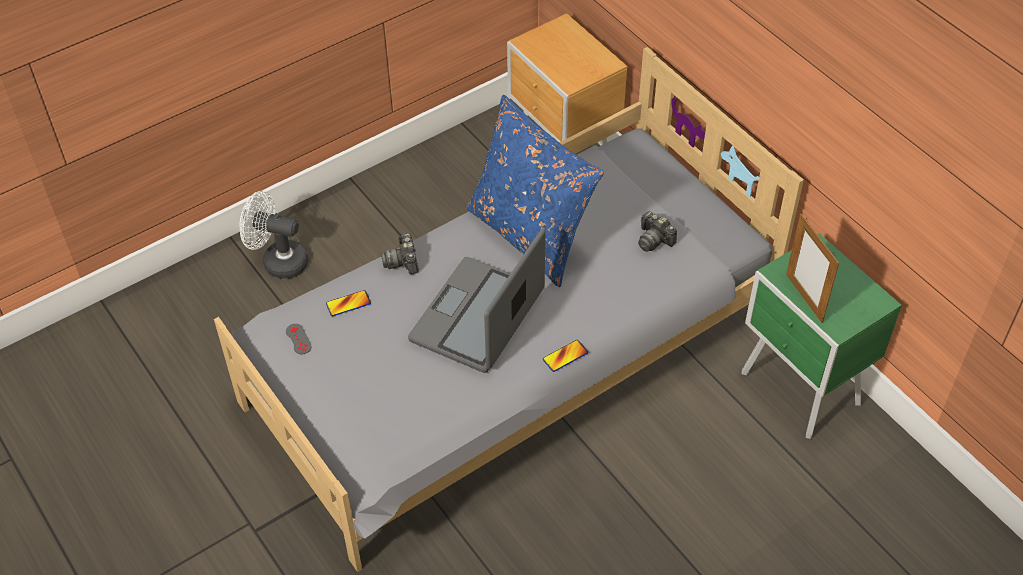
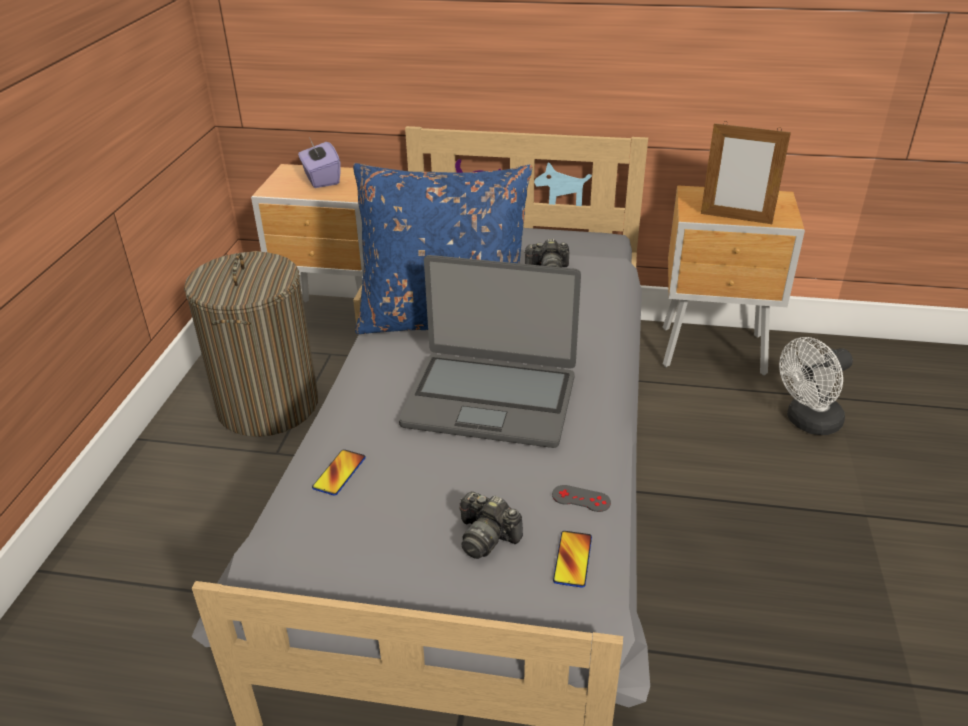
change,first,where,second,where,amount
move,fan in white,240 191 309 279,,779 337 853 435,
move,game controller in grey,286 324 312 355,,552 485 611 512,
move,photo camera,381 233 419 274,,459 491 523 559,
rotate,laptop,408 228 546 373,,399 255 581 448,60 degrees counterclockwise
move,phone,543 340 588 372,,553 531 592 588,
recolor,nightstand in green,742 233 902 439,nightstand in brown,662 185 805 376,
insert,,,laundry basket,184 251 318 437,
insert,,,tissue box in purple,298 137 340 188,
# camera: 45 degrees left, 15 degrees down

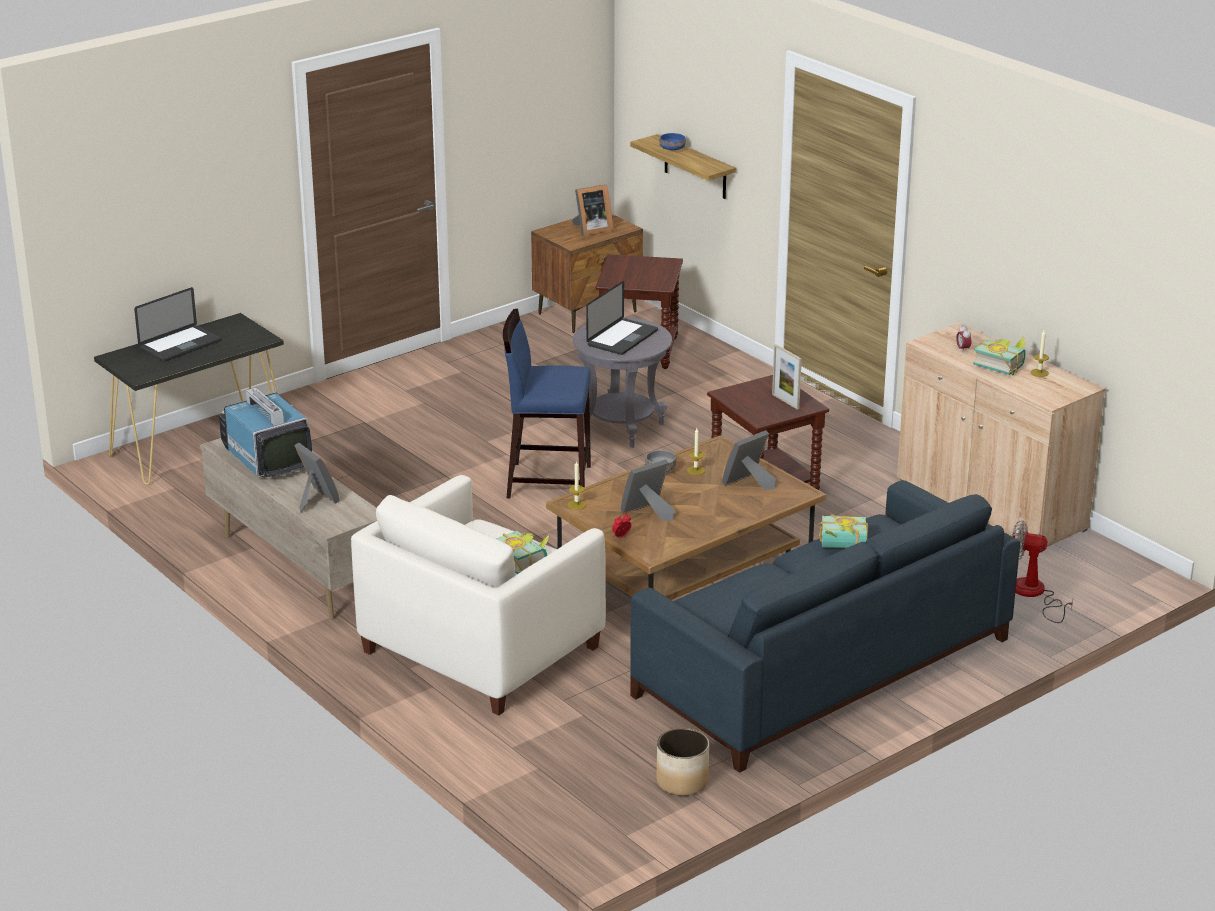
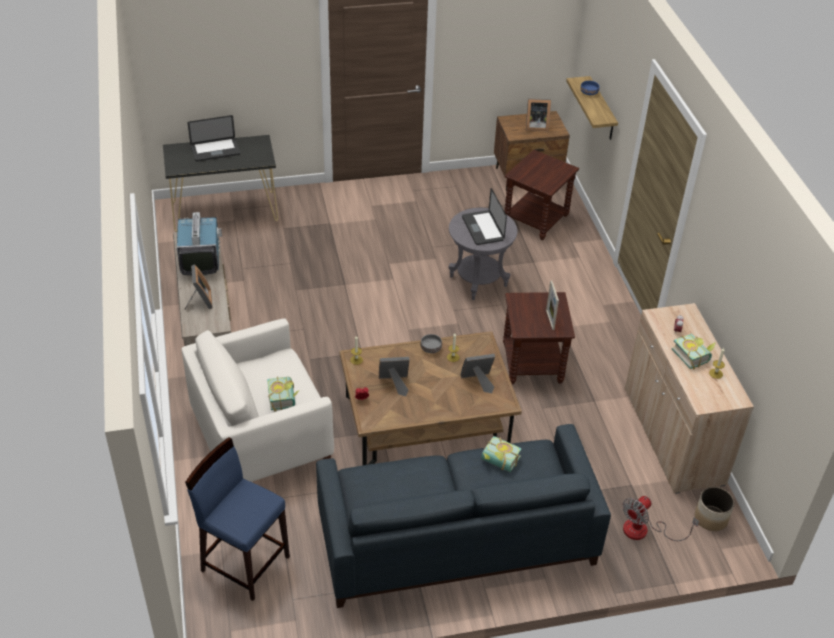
change,first,where,second,where,amount
move,stool in blue,503 309 591 498,,185 437 290 601,
rotate,laptop,586 281 658 355,,462 188 507 245,105 degrees clockwise
move,planter,656 728 709 796,,695 487 734 531,
rotate,fan,1012 520 1074 623,,622 496 699 541,90 degrees counterclockwise
# camera: 25 degrees right, 15 degrees up

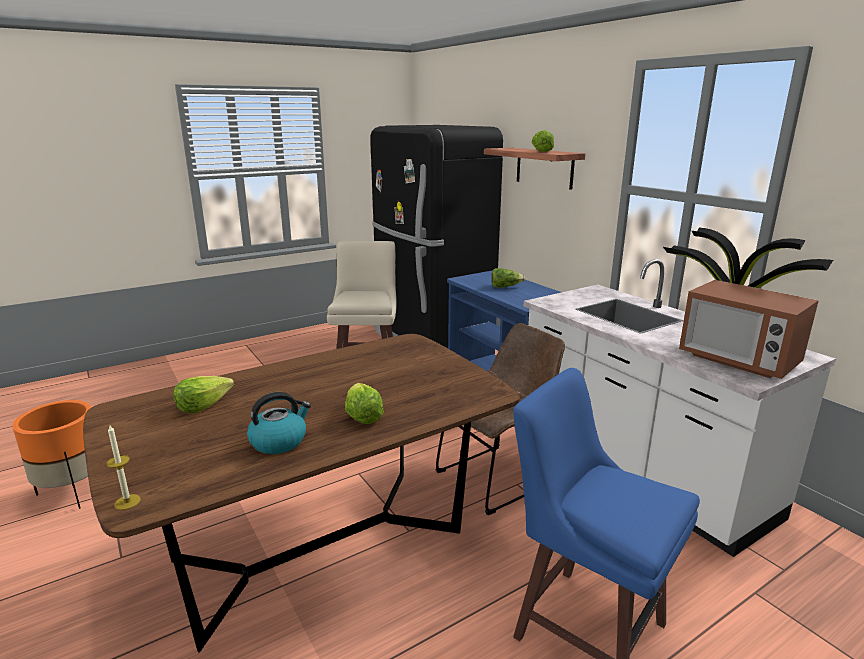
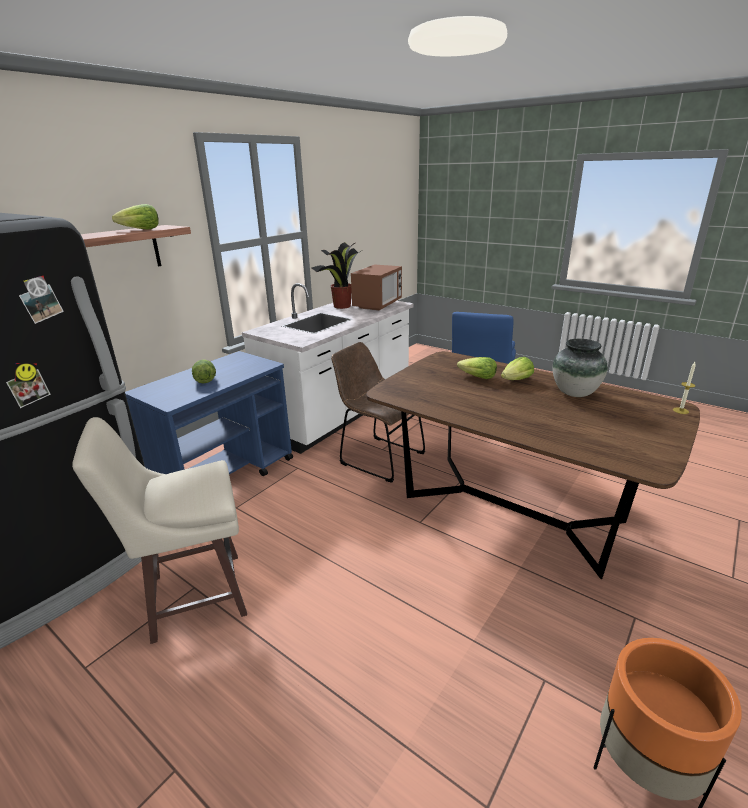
change,first,where,second,where,amount
move,lettuce,174 376 234 413,,457 357 497 379,
replace,kettle,247 392 311 454,vase,552 339 608 397,
# camera: 110 degrees left, 5 degrees up

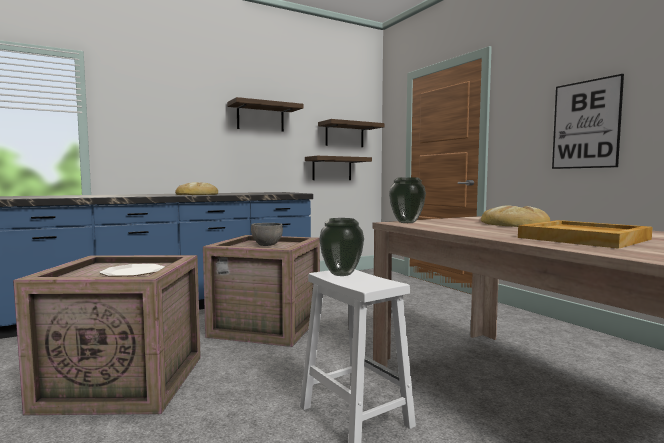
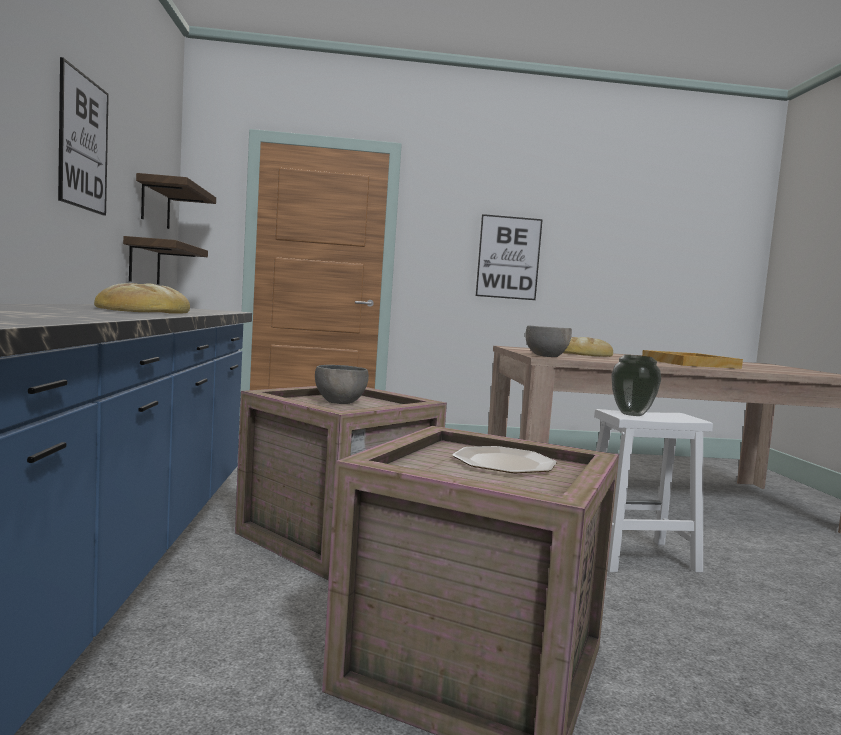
change,first,where,second,where,amount
replace,shelf,227 97 303 132,picture,58 57 109 216,
replace,vase,389 177 426 223,bowl in grey,525 325 572 357,
# camera: 65 degrees left, 0 degrees up

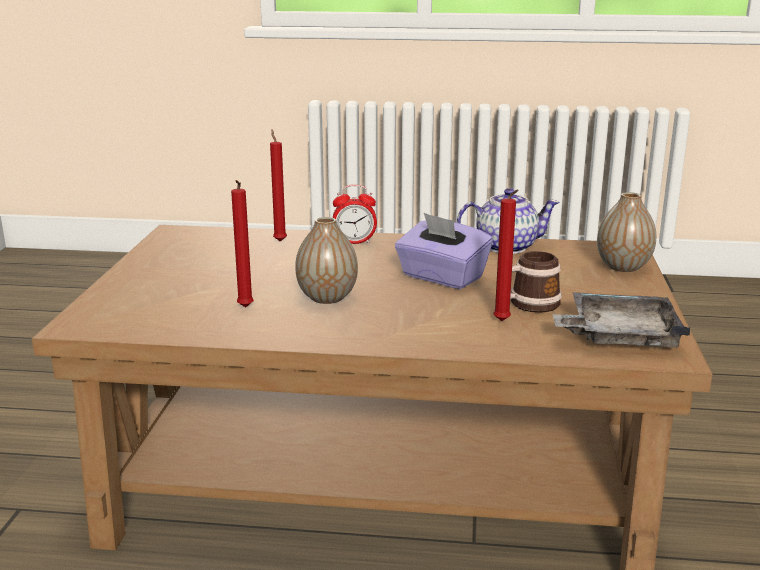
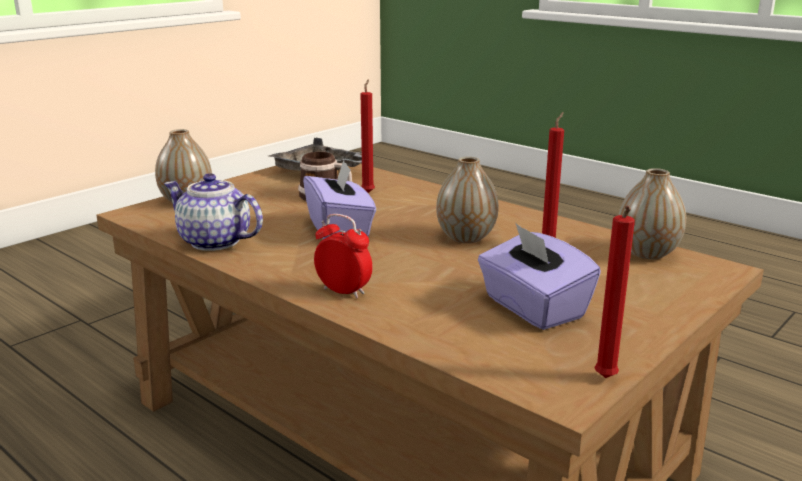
change,first,where,second,where,amount
move,candle in red,270 129 287 242,,594 205 635 378,
insert,,,tissue box in purple,478 223 601 330,
insert,,,vase,619 168 686 259,
# camera: 145 degrees left, 0 degrees up

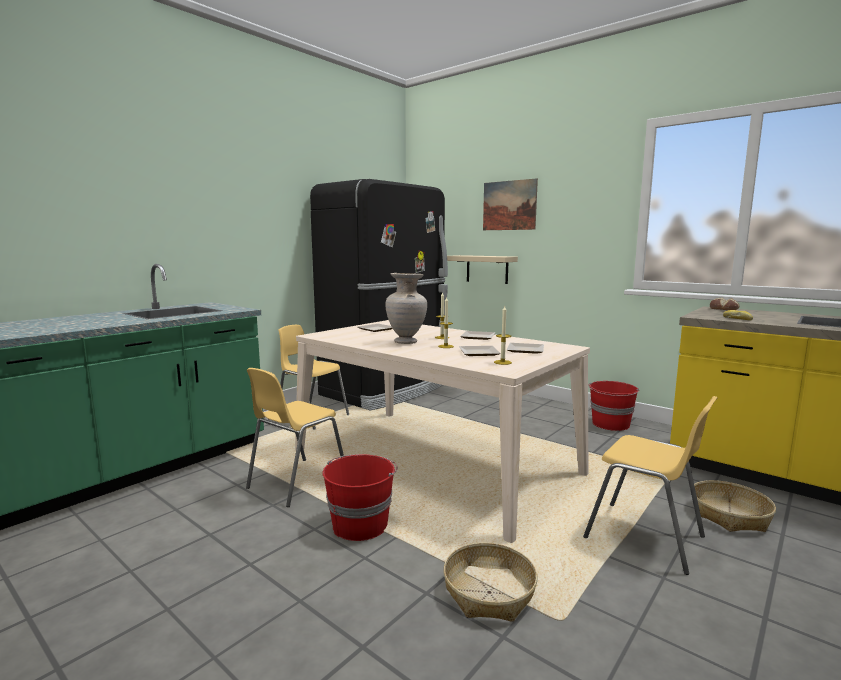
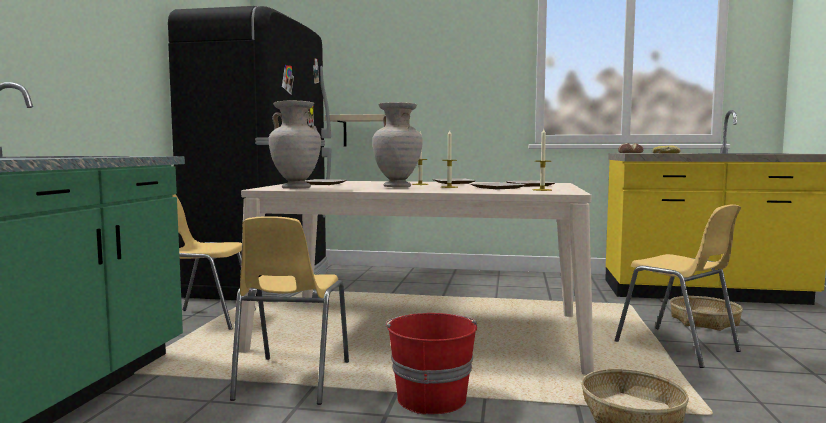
change,first,where,second,where,amount
delete,picture,483 178 538 230,,,
rotate,chair in yellow,583 396 718 575,,615 204 741 368,45 degrees clockwise
delete,bucket in red,588 381 639 431,,,
insert,,,vase in beige,269 101 321 188,
# camera: 30 degrees left, 5 degrees down

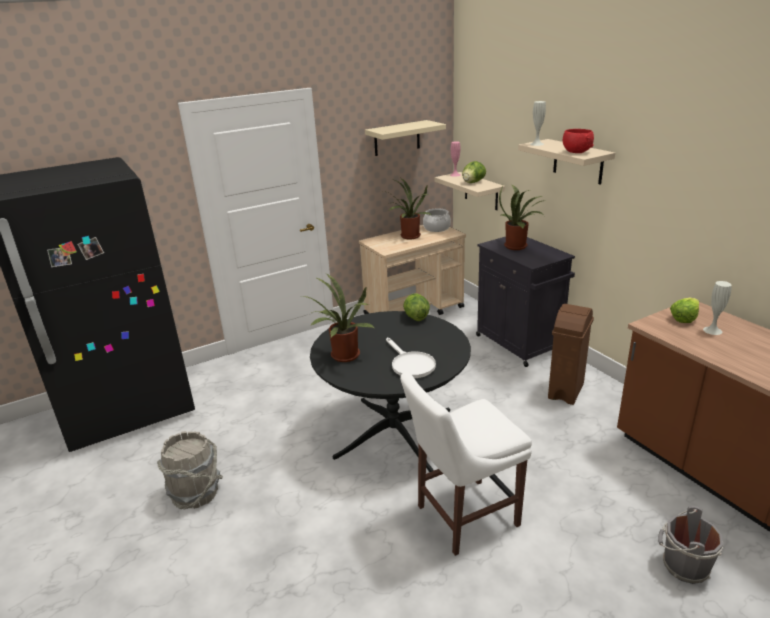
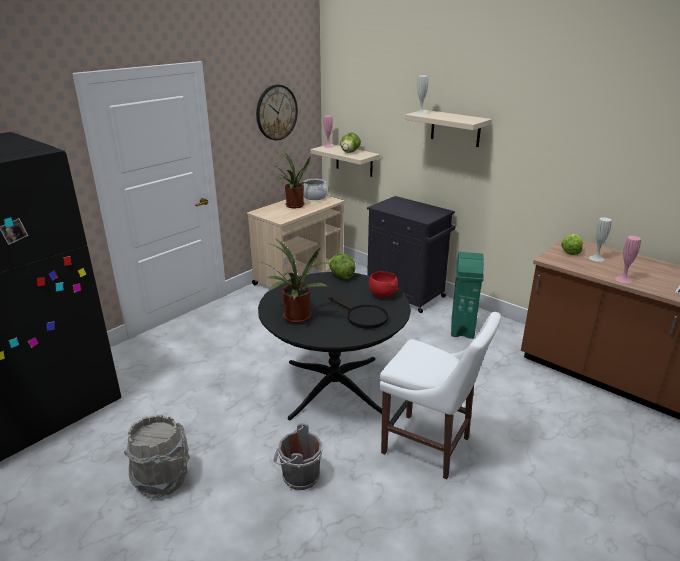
change,first,where,second,where,amount
replace,shelf in beige,365 120 446 156,wall clock,256 85 298 140,
recolor,frying pan in white,386 337 436 378,frying pan in black,328 296 388 329,
rotate,chair in white,400 372 532 556,,380 312 501 479,105 degrees counterclockwise
delete,potted plant,499 184 544 250,,,
recolor,trash can in brown,548 304 594 405,trash can in green,451 252 484 339,
move,bowl in red,563 129 594 153,,369 271 398 298,
move,bucket in grey,658 506 723 584,,274 423 323 490,
insert,,,vase in pink,615 236 641 283,
# camera: 20 degrees left, 0 degrees up

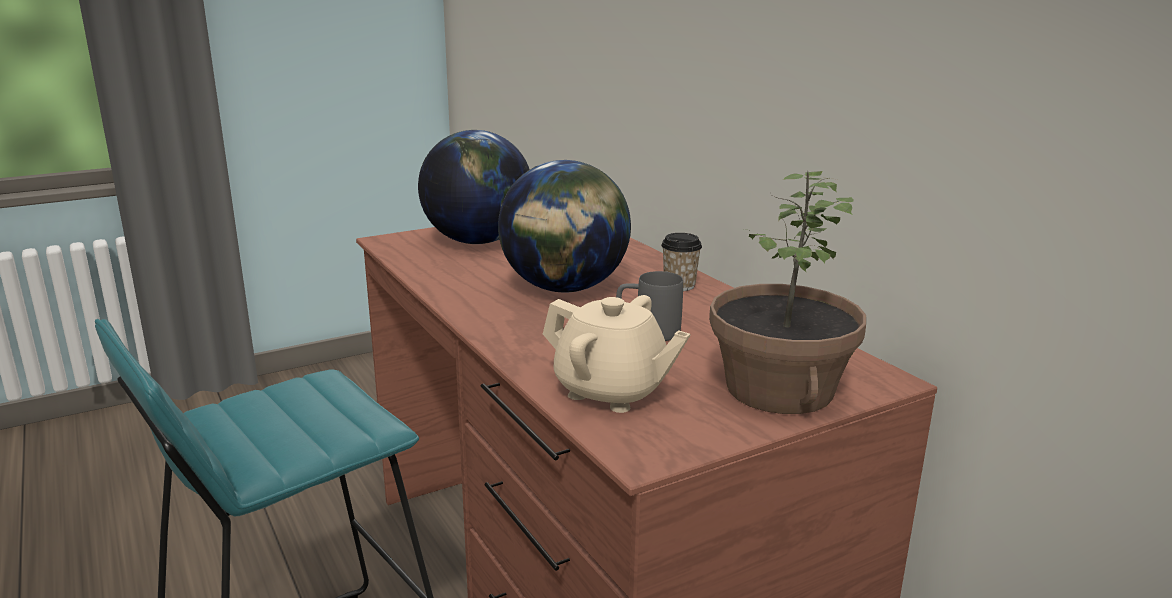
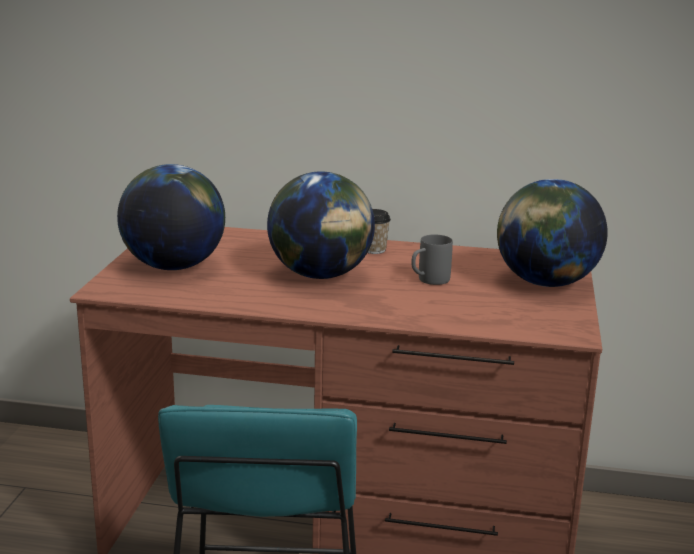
change,first,where,second,where,amount
delete,teapot in beige,543 295 690 413,,,
replace,potted plant,709 171 866 414,globe,497 179 608 287,
# camera: 50 degrees left, 0 degrees up

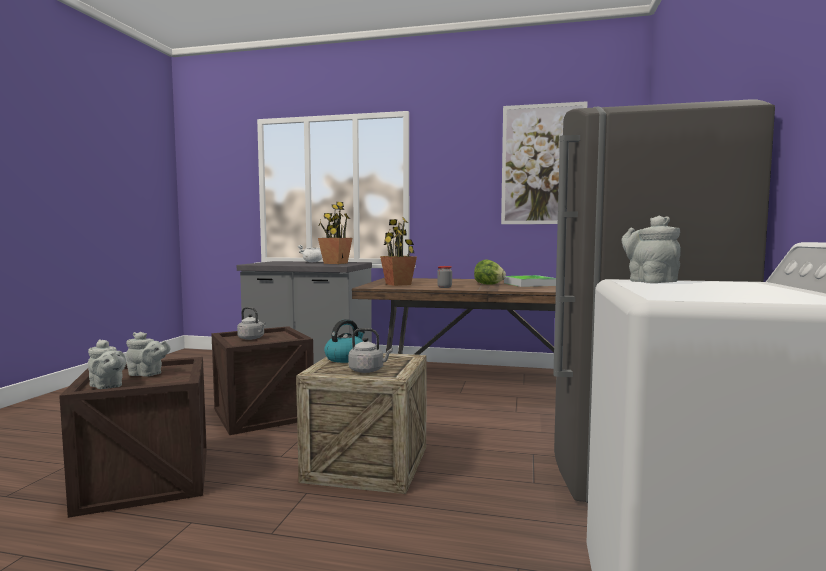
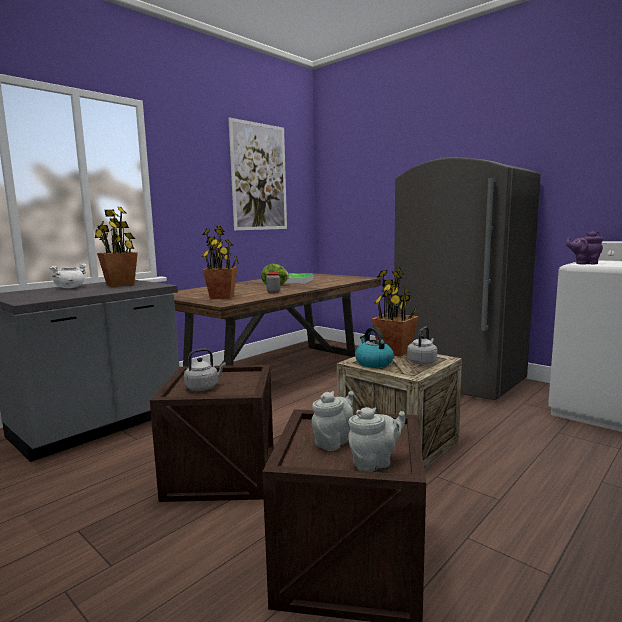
change,first,where,second,where,amount
recolor,teapot in grey,622 216 681 283,teapot in purple,566 231 603 265,
insert,,,potted plant,372 267 419 357,
# camera: 60 degrees left, 5 degrees up

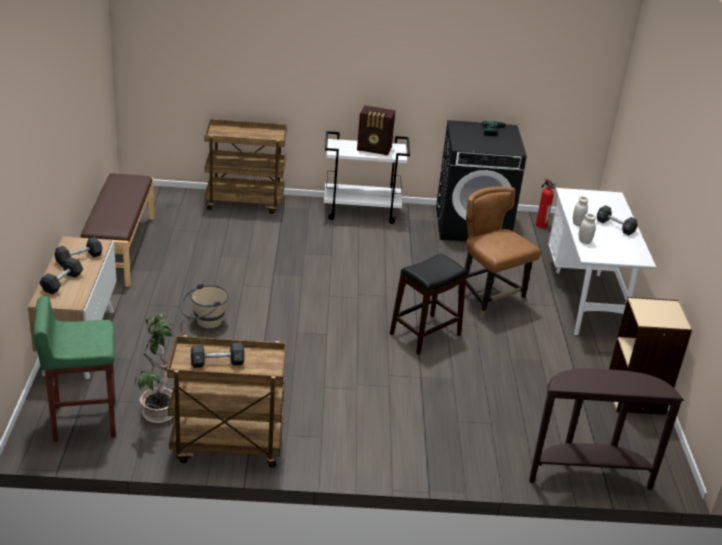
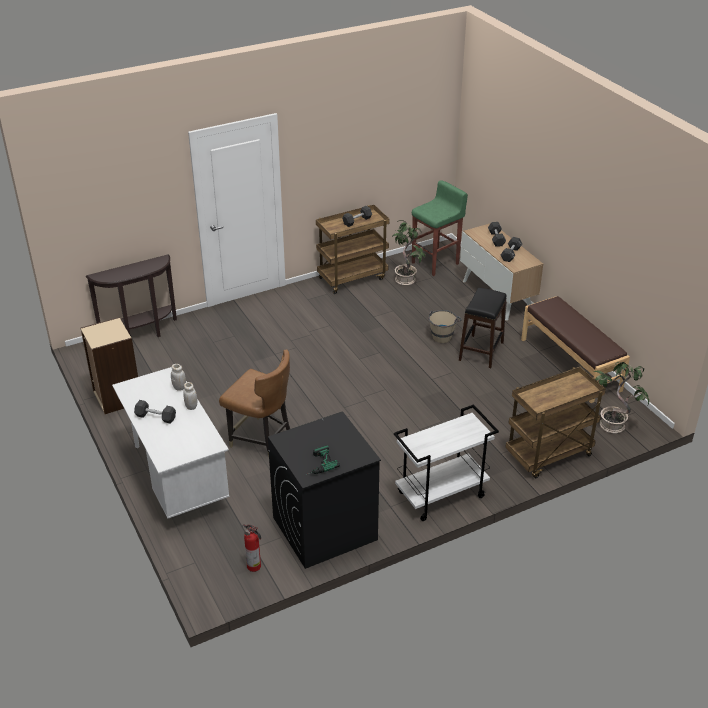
change,first,where,second,where,amount
delete,radio,357 105 396 156,,,
move,stool in black,390 253 467 355,,459 288 507 368,
insert,,,potted plant,594 362 649 433,
# camera: 155 degrees right, 5 degrees up

